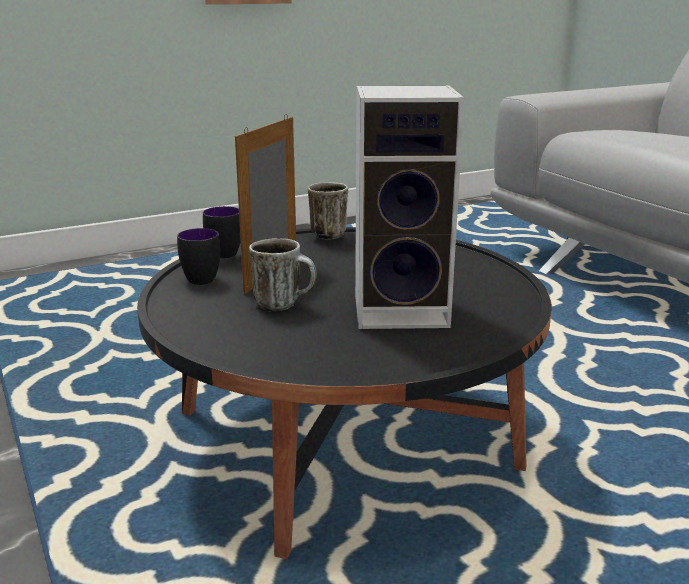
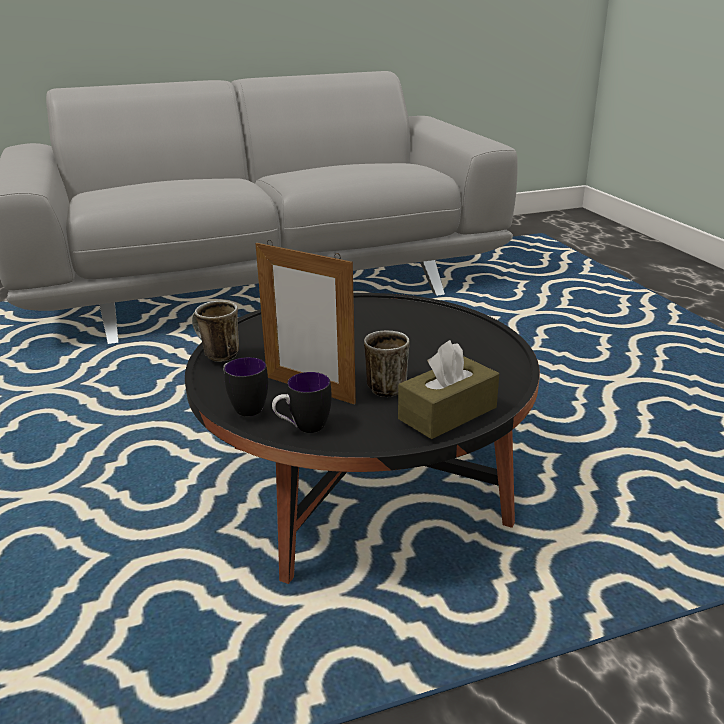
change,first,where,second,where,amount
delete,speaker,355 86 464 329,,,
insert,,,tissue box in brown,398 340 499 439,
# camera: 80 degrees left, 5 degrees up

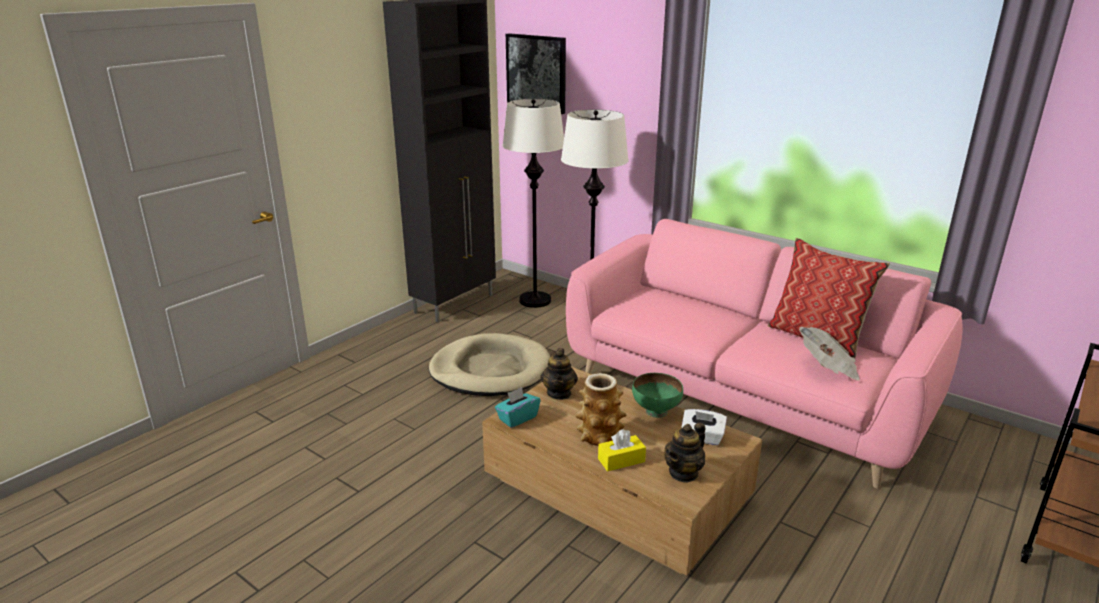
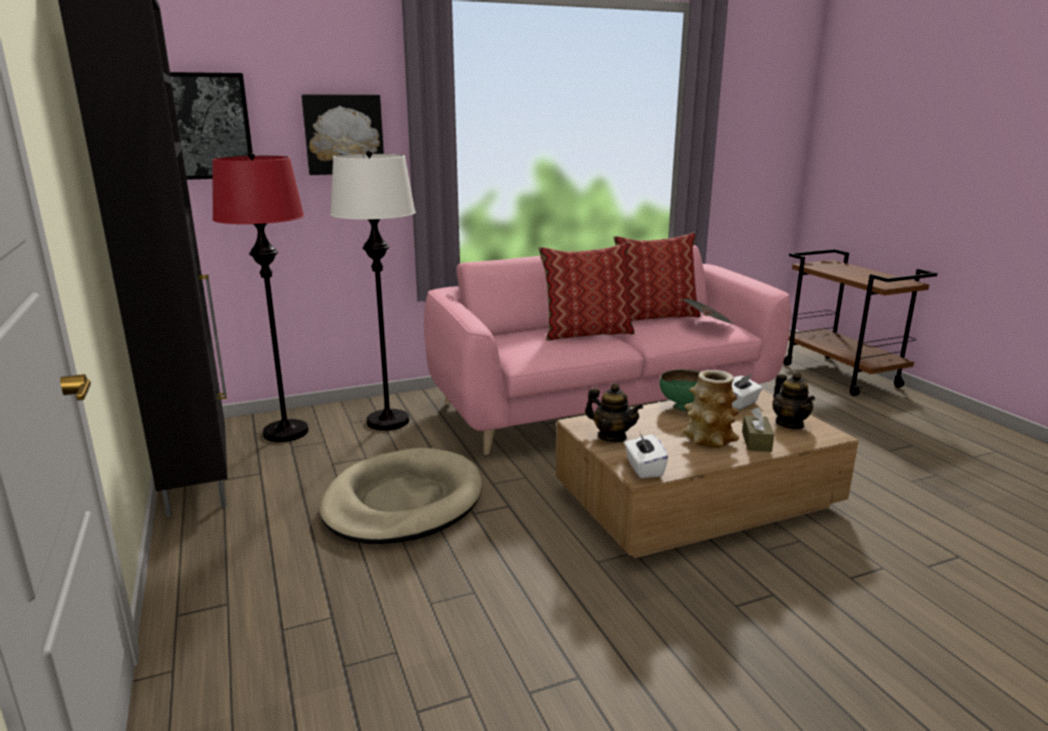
change,first,where,second,where,amount
recolor,tissue box in turquoise,495 387 541 428,tissue box in white,624 431 668 478,
recolor,floor lamp in white,502 99 564 308,floor lamp in red,212 152 309 442,
recolor,tissue box in yellow,598 429 646 471,tissue box in brown,742 407 774 452,
insert,,,picture,301 94 384 175,
insert,,,pillow,538 242 635 341,
# camera: 60 degrees left, 5 degrees down

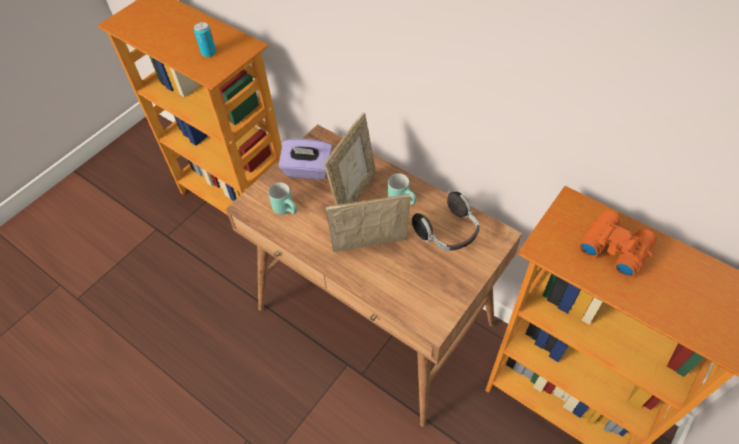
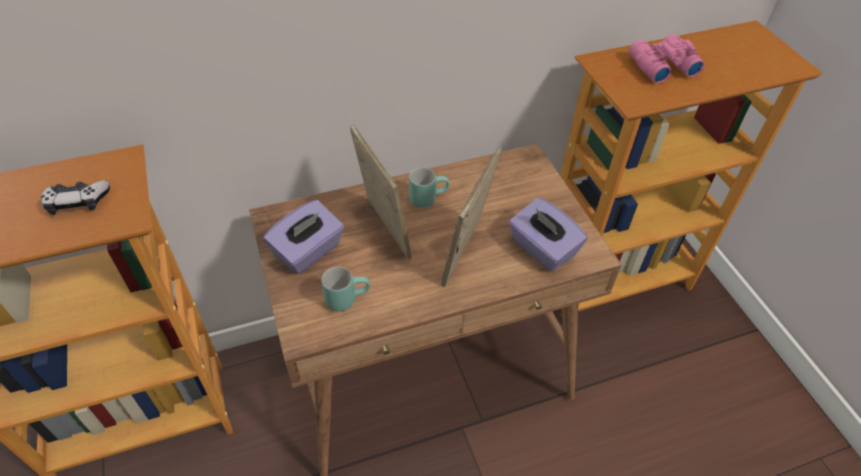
change,first,where,second,where,amount
replace,can,194 22 216 57,game controller,41 180 110 215,
delete,headphones,412 192 480 251,,,
recolor,binoculars in orange,579 210 656 278,binoculars in pink,629 34 705 84,
insert,,,tissue box in purple,509 197 587 271,
# camera: 60 degrees left, 5 degrees down

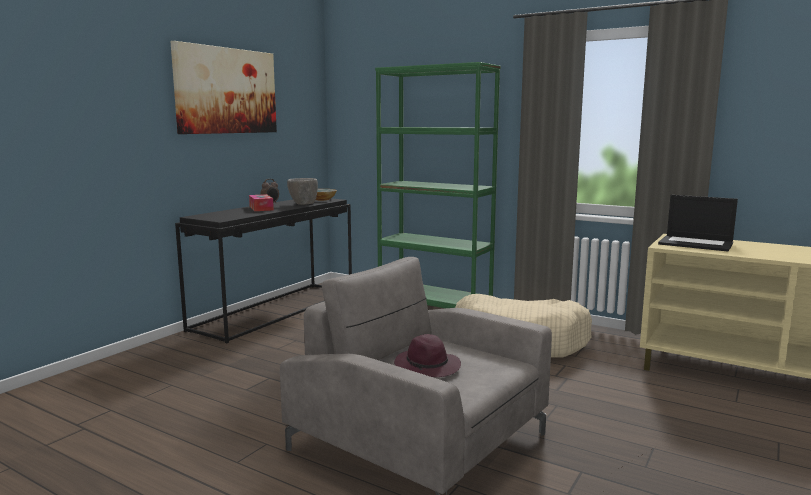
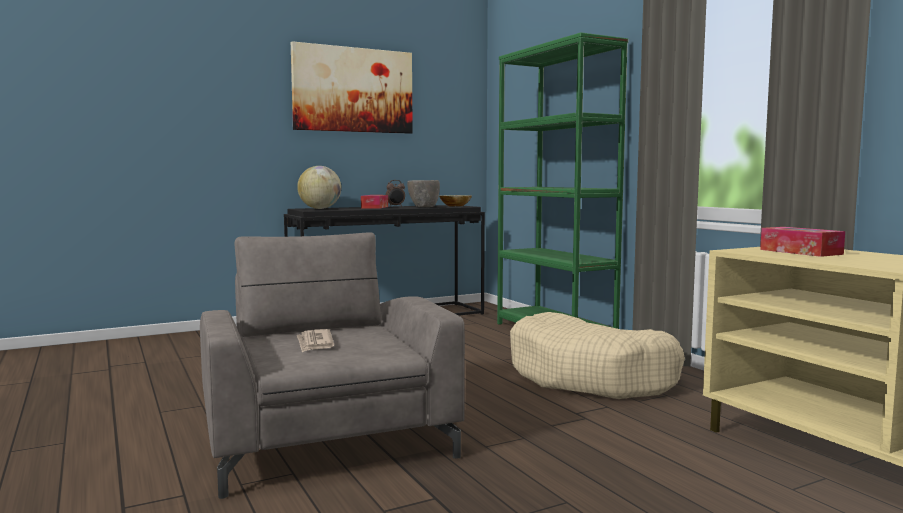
change,first,where,second,where,amount
replace,hat in purple,394 334 461 377,newspaper,297 329 334 352,
replace,laptop,658 195 738 252,tissue box,760 227 845 257,
insert,,,globe,297 166 341 209,
# camera: 30 degrees right, 5 degrees down

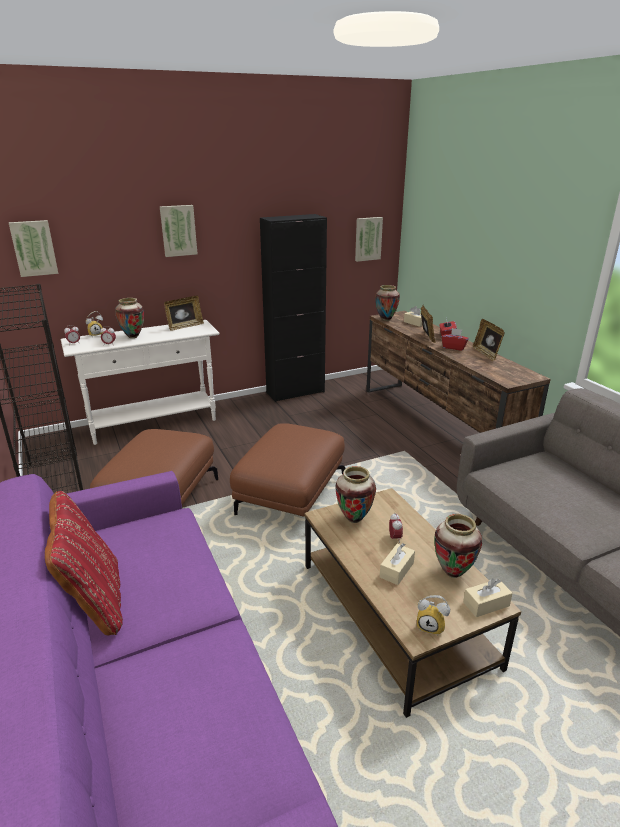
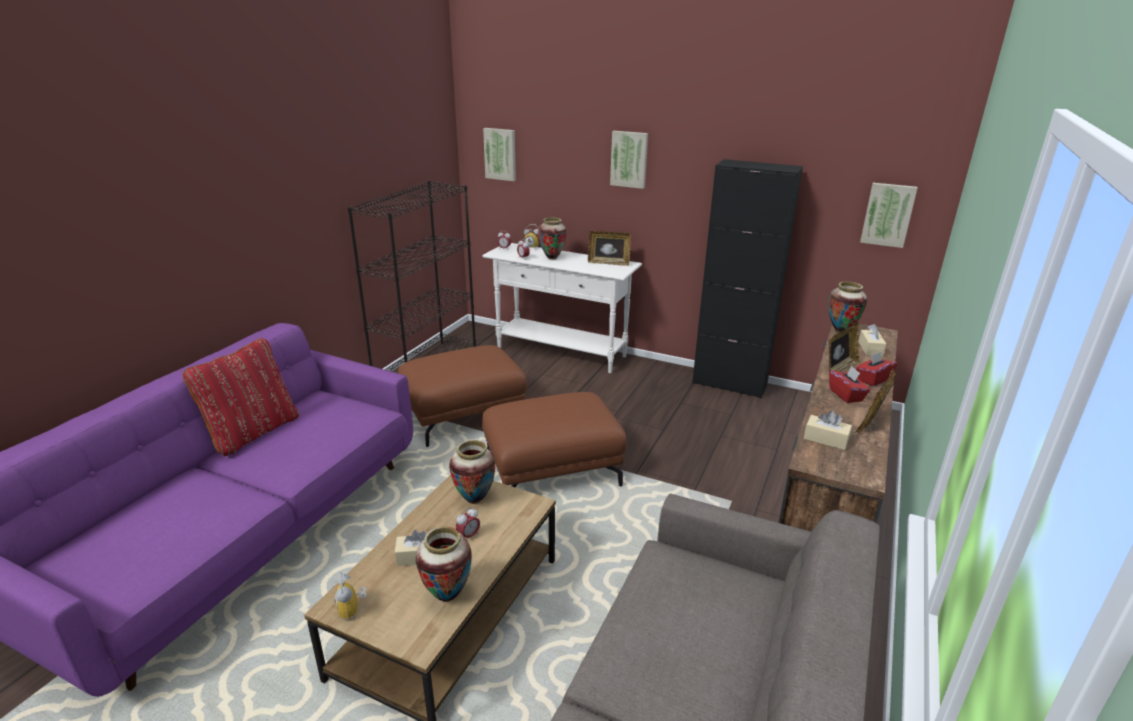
change,first,where,second,where,amount
move,tissue box in beige,463 578 513 617,,804 411 852 450,
# camera: 50 degrees right, 0 degrees up

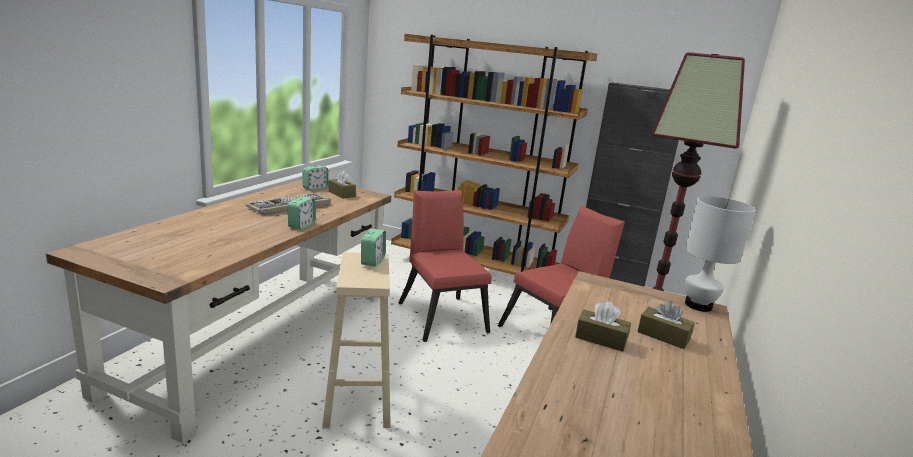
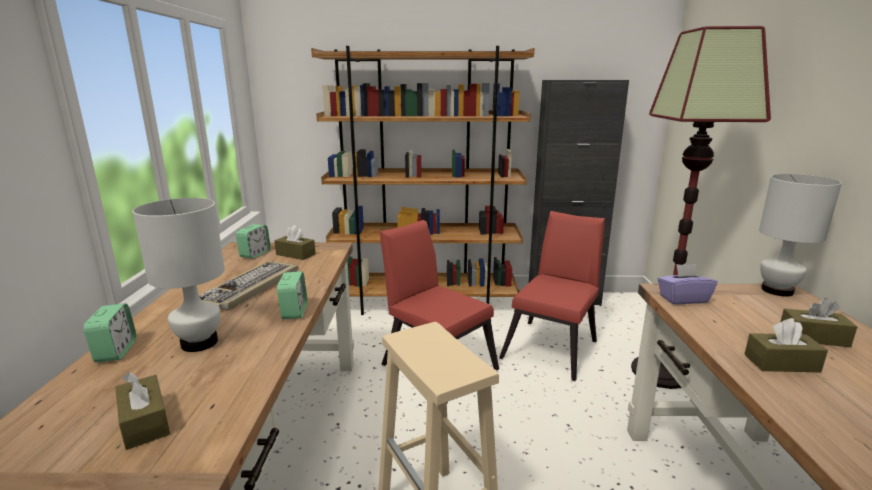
change,first,where,second,where,amount
move,alarm clock,361 229 386 267,,83 303 136 363,
insert,,,tissue box in brown,115 372 170 450,
insert,,,table lamp in white,132 198 225 352,
insert,,,tissue box in purple,658 264 718 304,
# camera: 20 degrees left, 0 degrees up

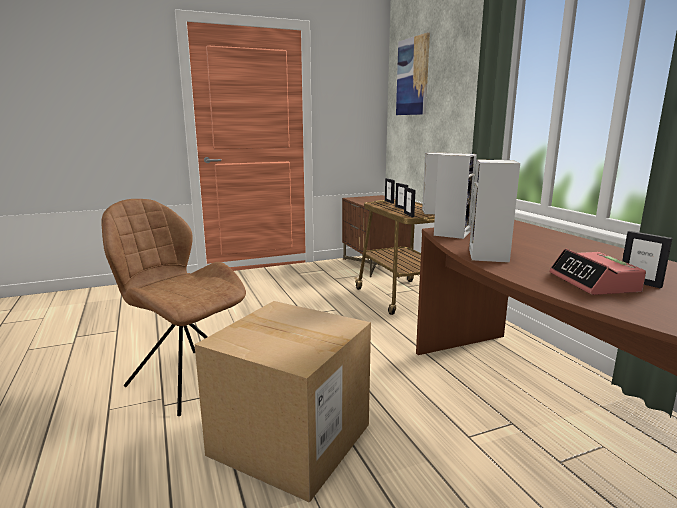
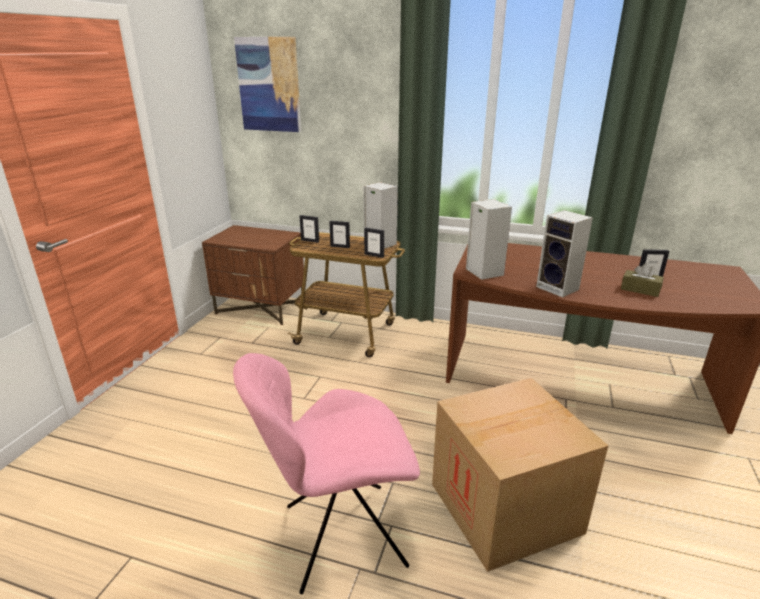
change,first,where,second,where,amount
recolor,chair in brown,101 199 246 416,chair in pink,233 353 420 594,
replace,alarm clock,549 249 646 295,tissue box in brown,621 263 664 297,
# camera: 50 degrees left, 10 degrees up

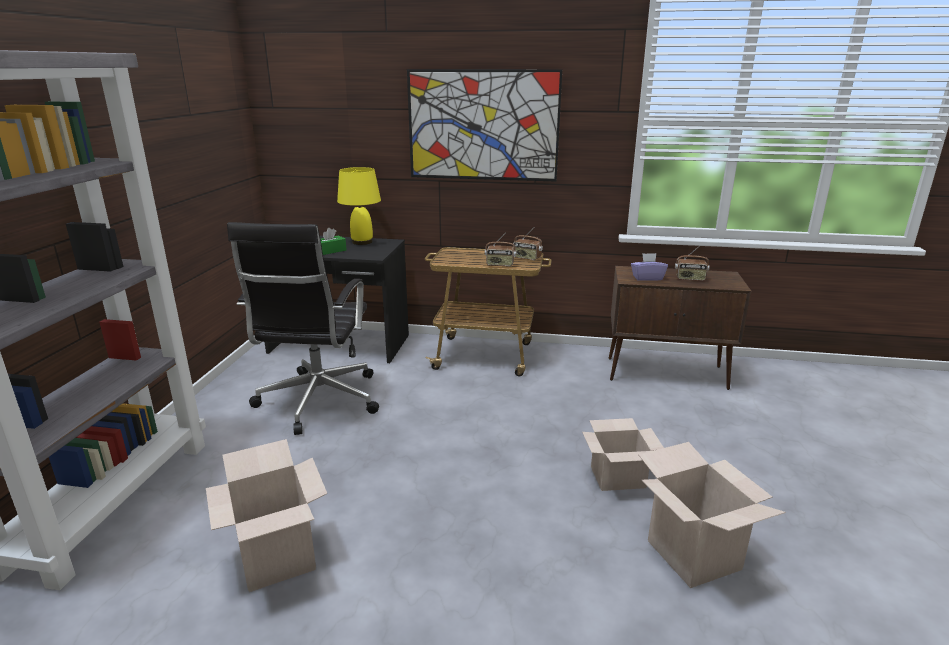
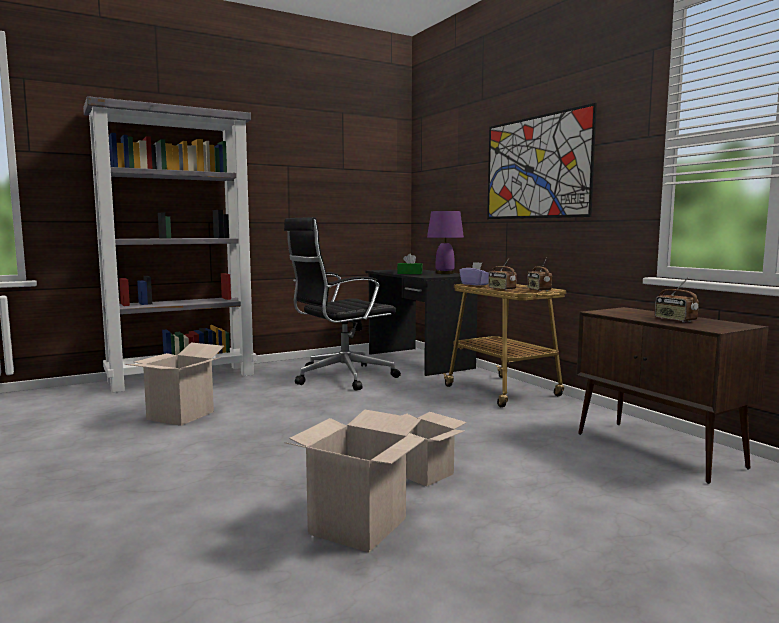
change,first,where,second,where,amount
recolor,table lamp in yellow,337 167 381 245,table lamp in purple,427 211 464 274,
move,tissue box in purple,631 253 668 281,,459 262 489 286,
# camera: 50 degrees right, 15 degrees down

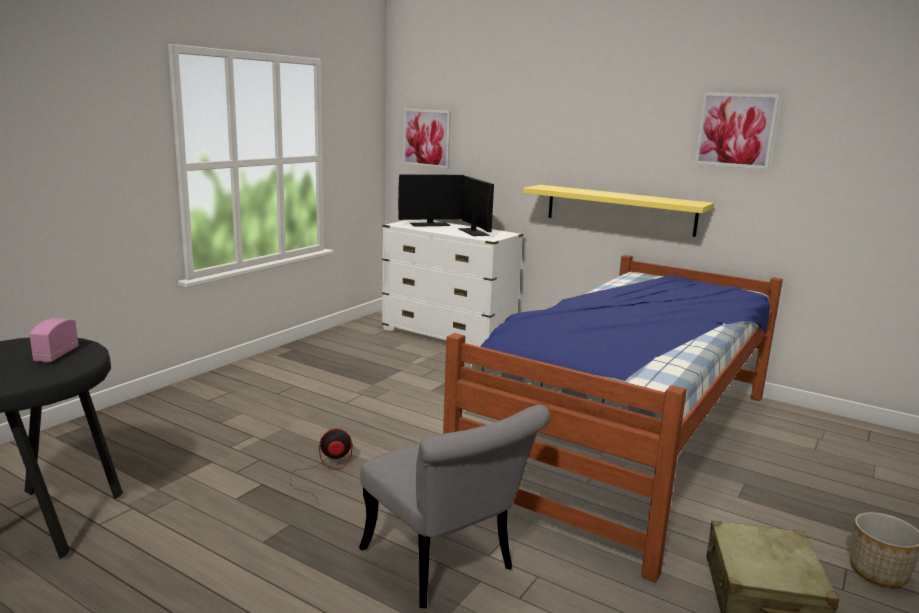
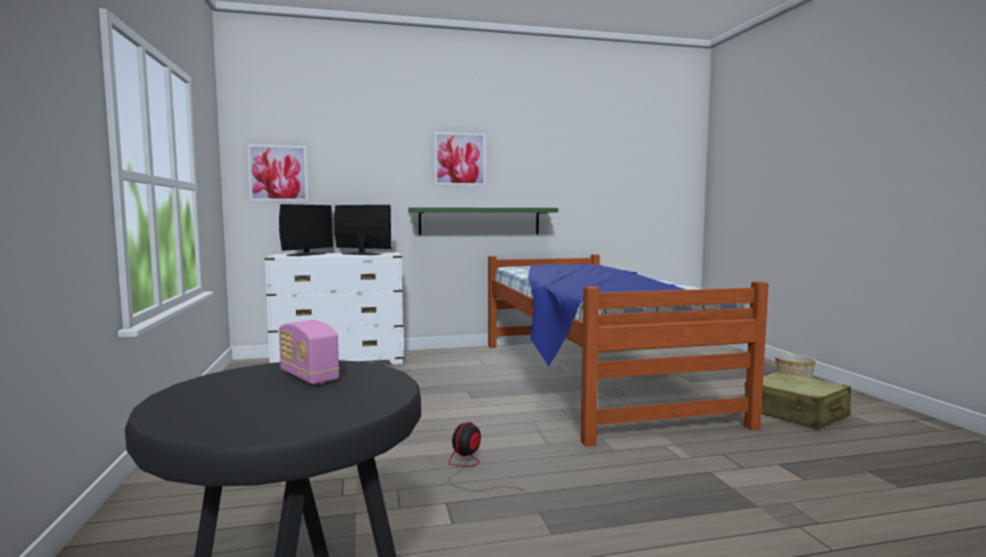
change,first,where,second,where,amount
delete,chair in grey,359 405 550 608,,,
recolor,shelf in yellow,523 185 714 237,shelf in green,408 207 558 235,
move,picture,694 93 780 170,,434 132 486 186,
# camera: 45 degrees left, 10 degrees down

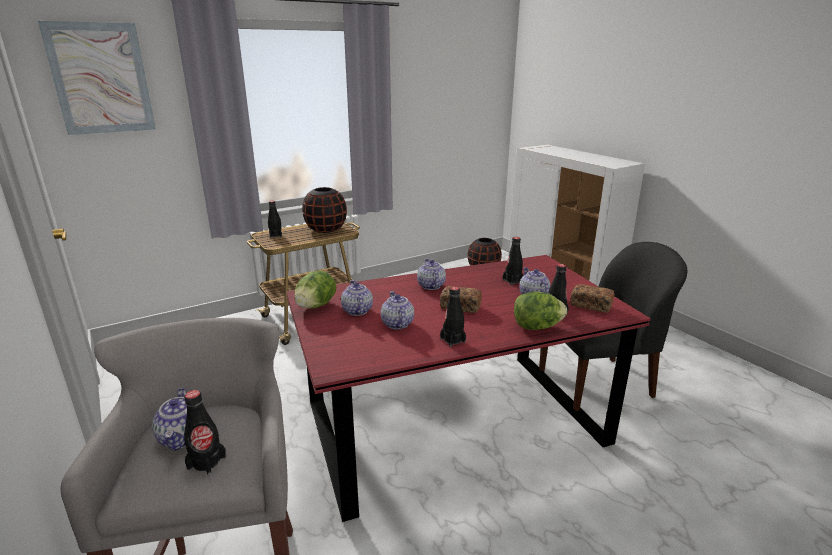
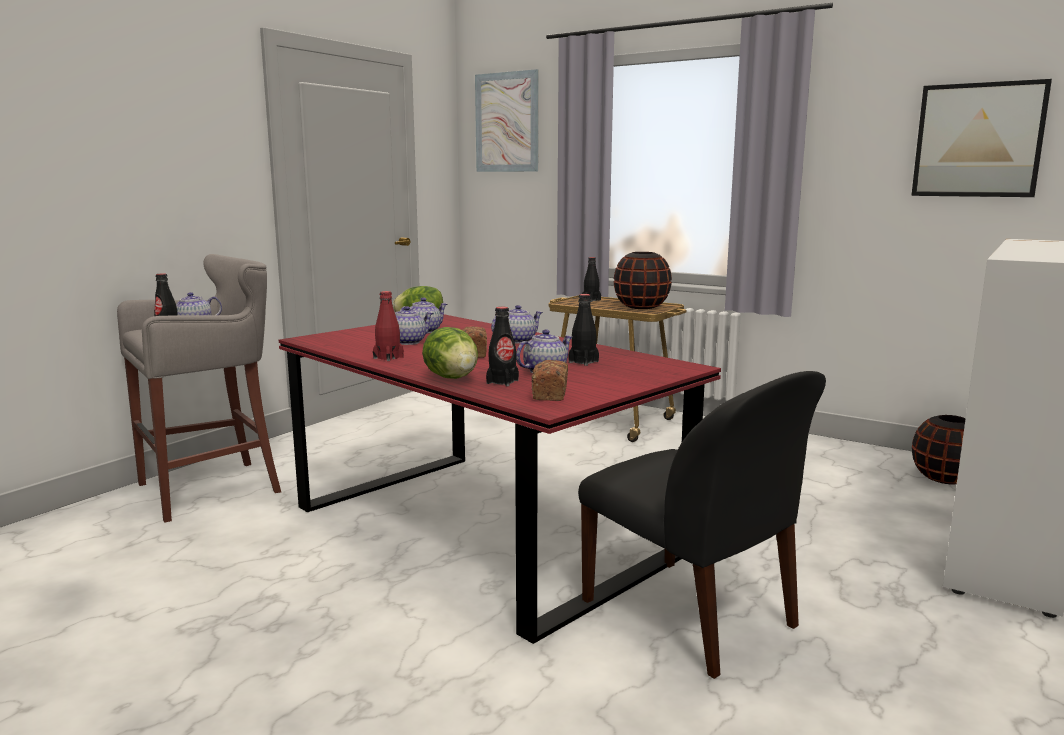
change,first,where,second,where,amount
recolor,bottle in black,440 286 466 347,bottle in red,373 291 404 361,
insert,,,picture,911 79 1052 197,
# camera: 65 degrees right, 10 degrees down

